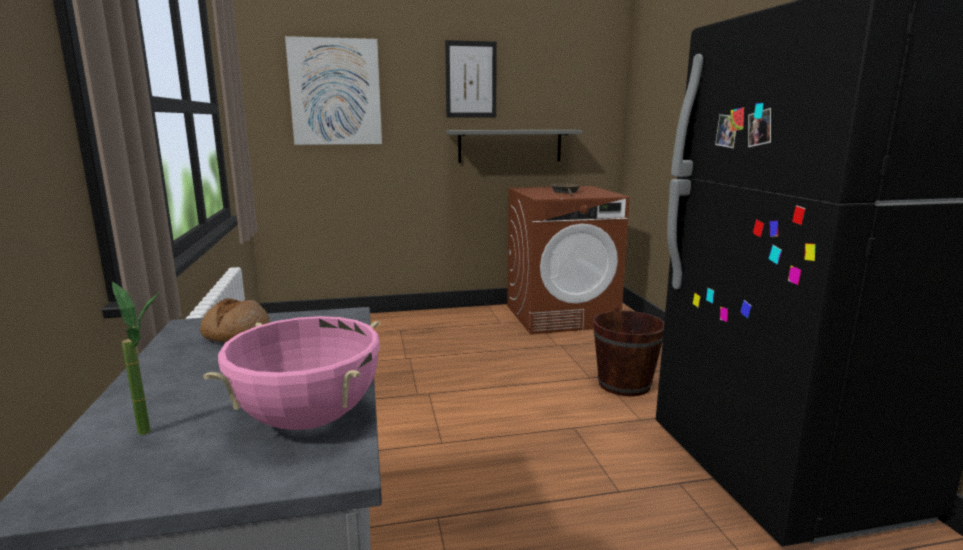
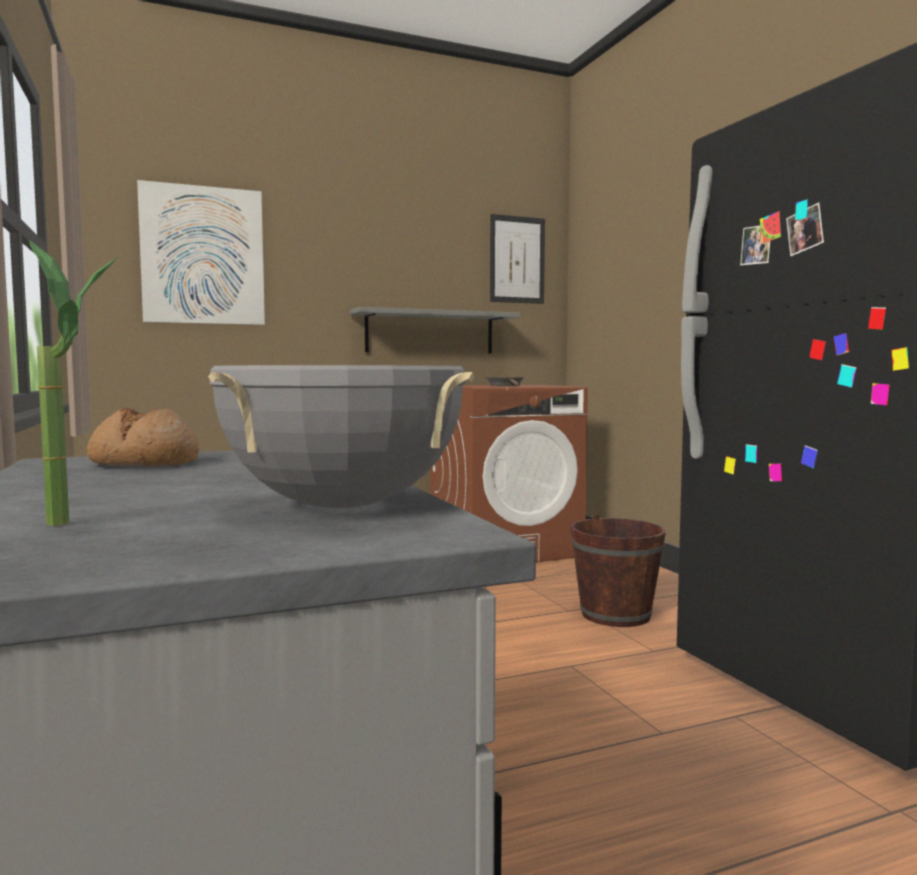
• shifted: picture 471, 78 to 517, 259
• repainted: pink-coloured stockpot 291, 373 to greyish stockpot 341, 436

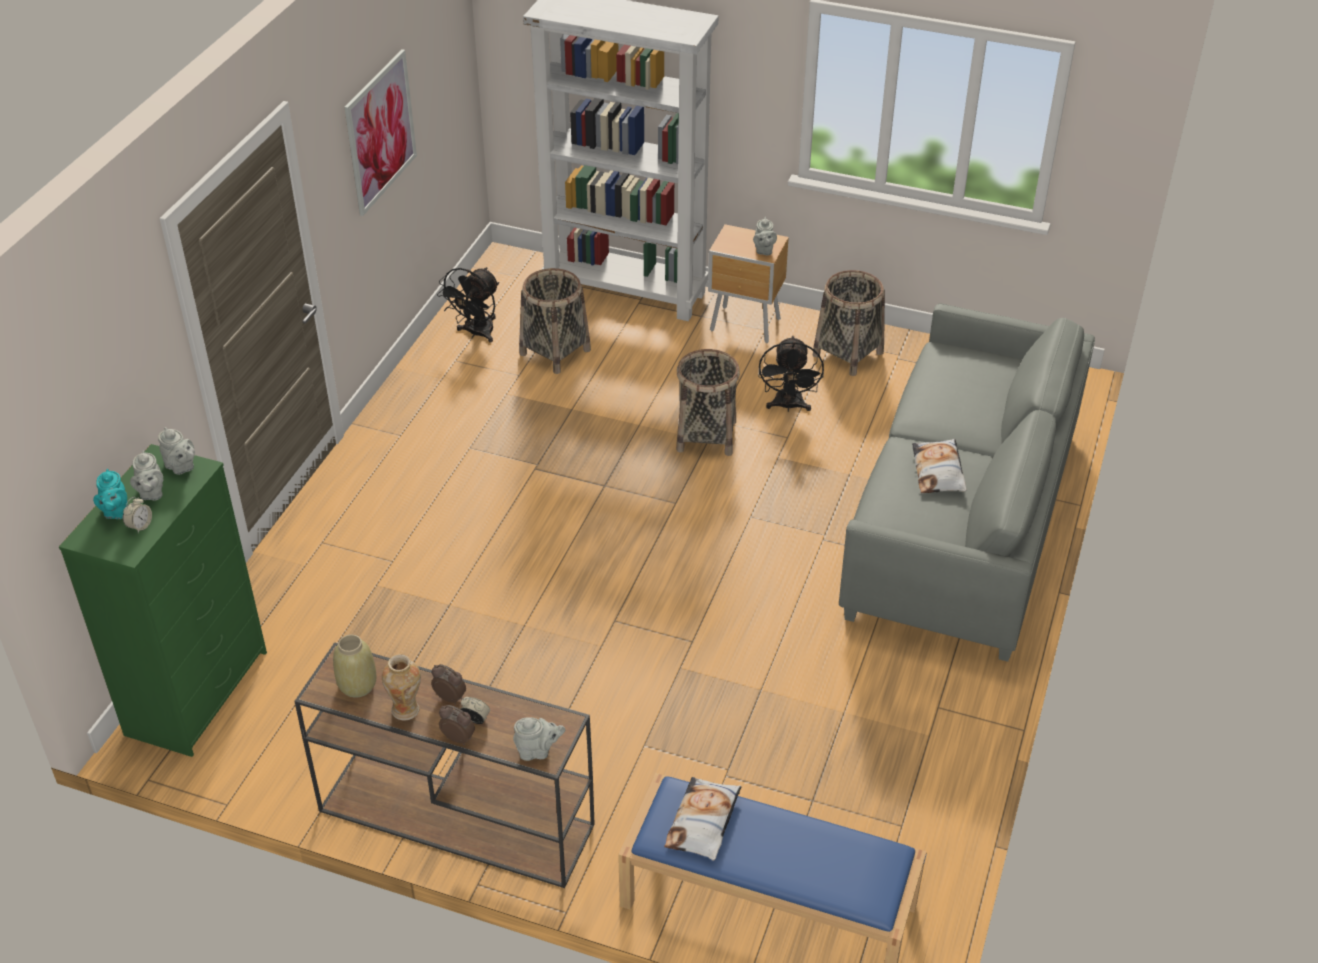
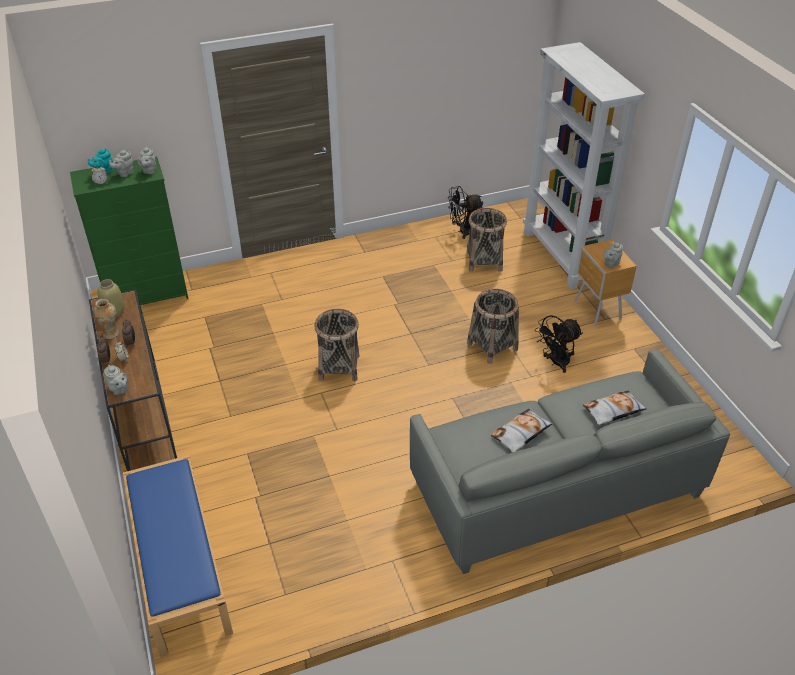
• gone: picture 380, 132
• shifted: household basket 849, 323 to 337, 345
• shifted: throw pillow 702, 819 to 615, 407

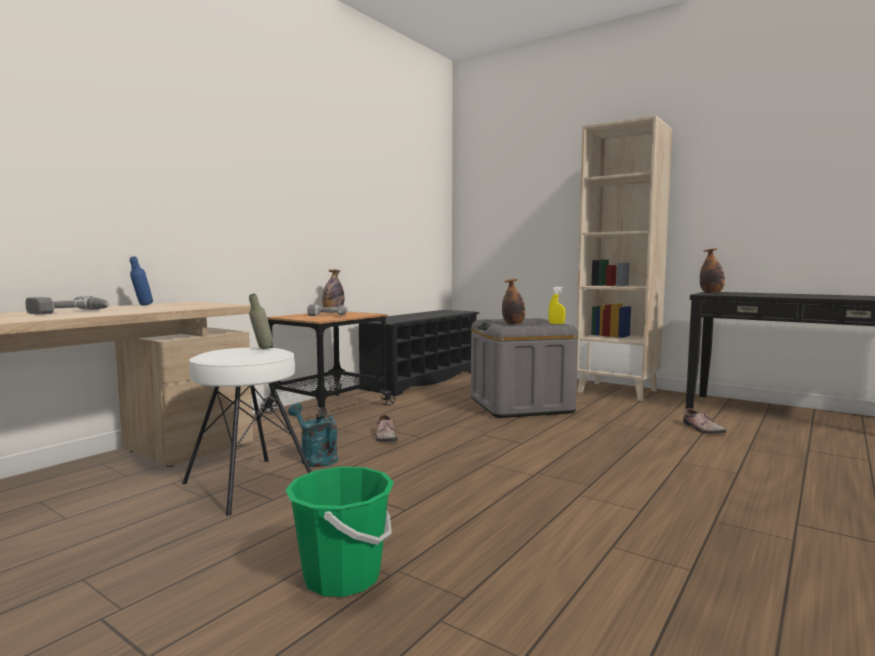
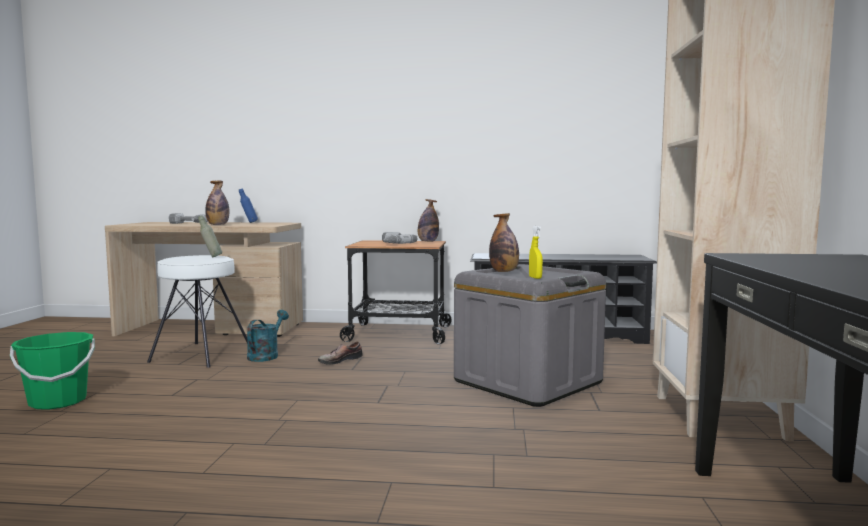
• shifted: drink bottle 712, 271 to 217, 203
• gone: item of footwear 705, 421

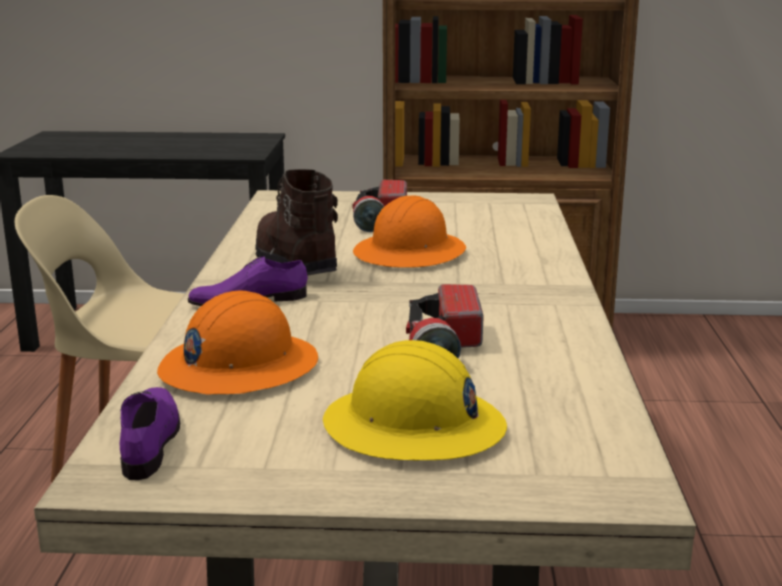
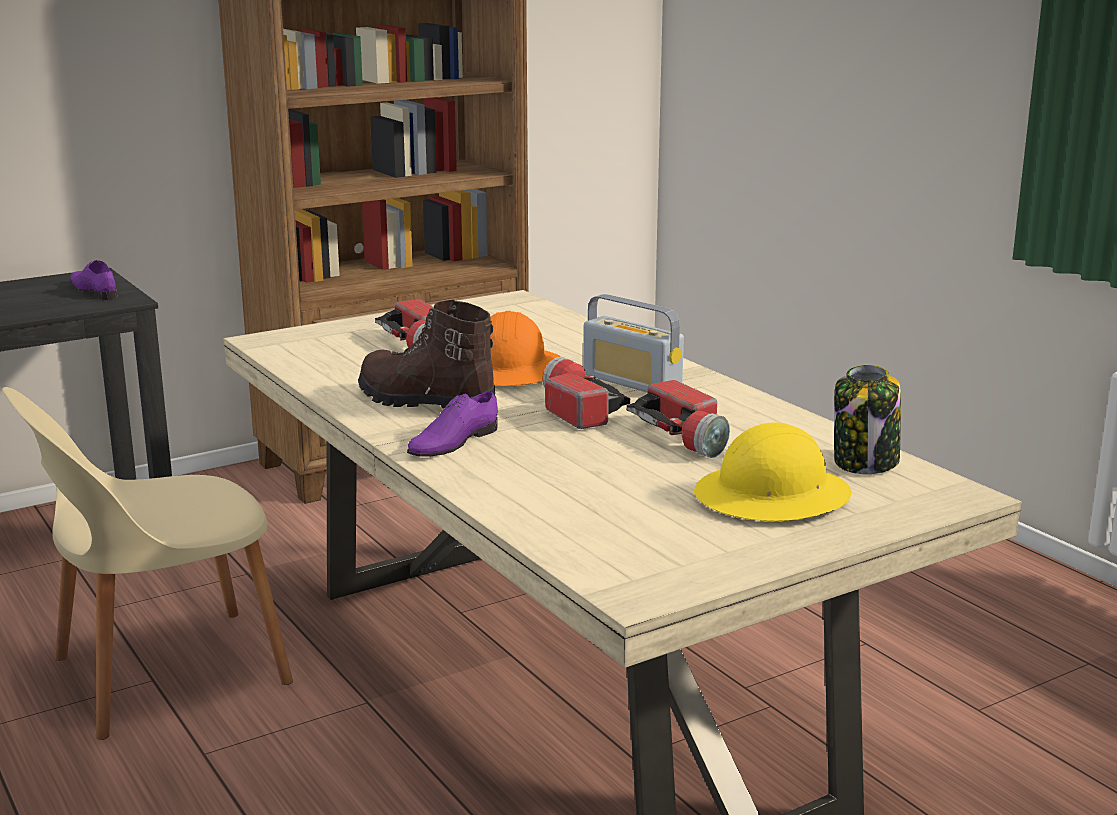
• gone: orange hard hat 237, 342
• shifted: purplish item of footwear 150, 433 to 93, 280
• new: radio receiver 633, 343
• new: flashlight 586, 393
• new: storage jar 867, 419

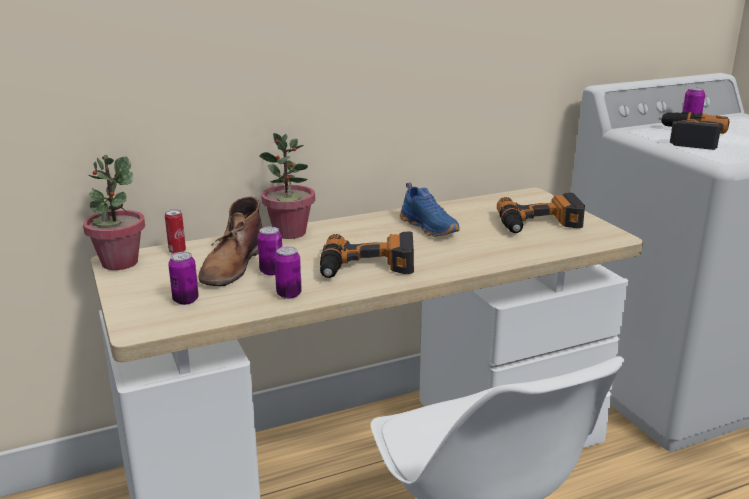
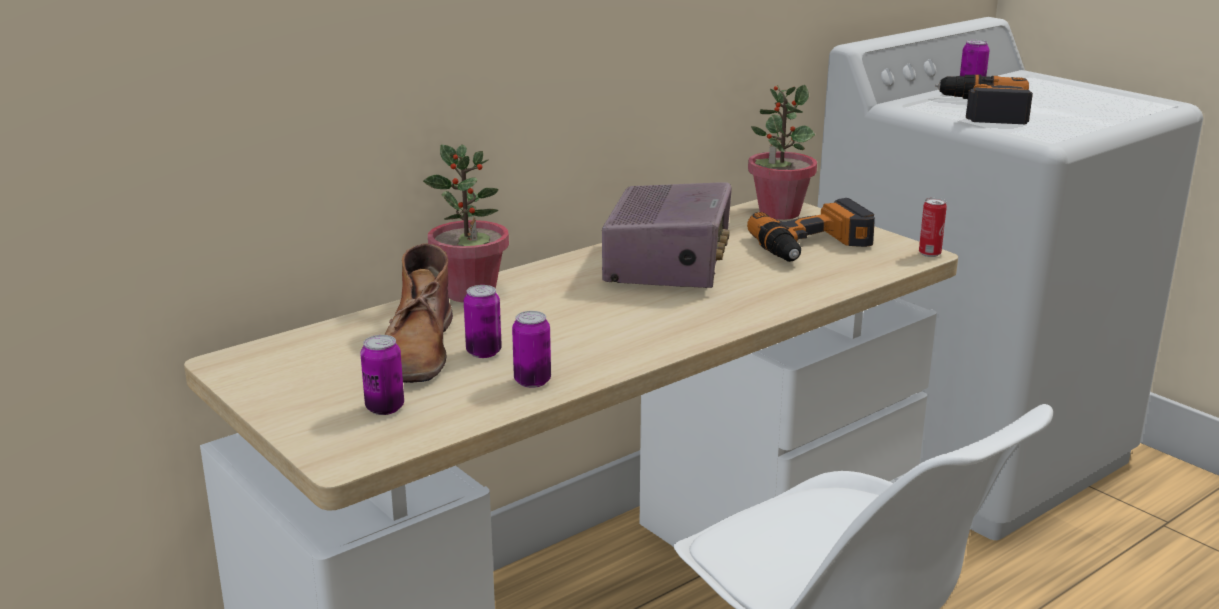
• shifted: potted plant 114, 212 to 782, 152
• swapped: blue-coloured item of footwear 430, 210 to radio receiver 667, 235
• shifted: metal can 175, 231 to 933, 227
• gone: electric drill 367, 255

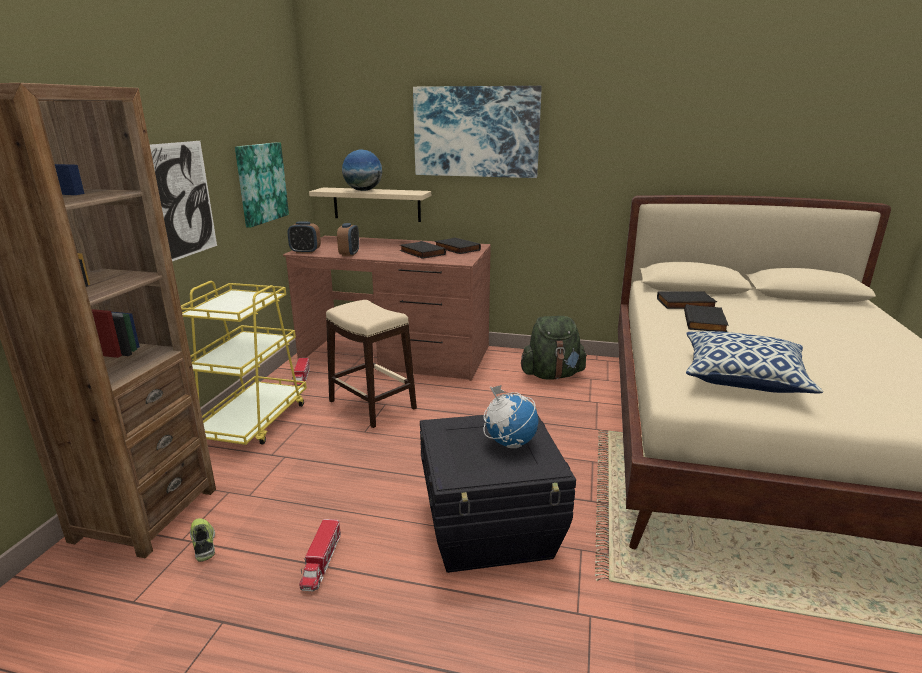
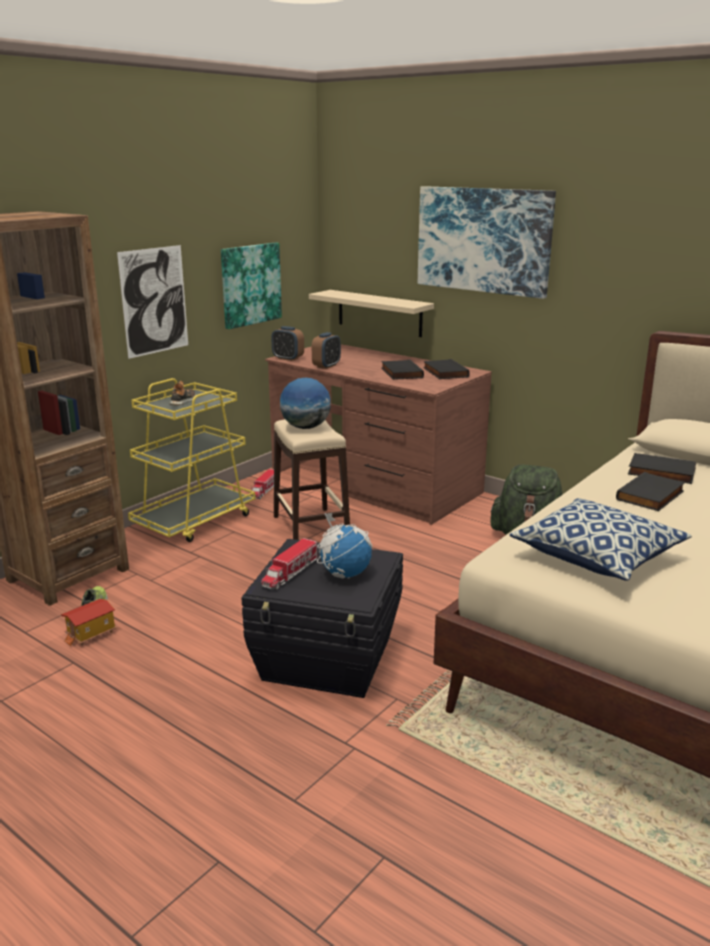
• shifted: world globe 362, 170 to 305, 403
• shifted: model truck 320, 555 to 289, 564
• new: item of footwear 183, 393
• new: toy house 89, 622

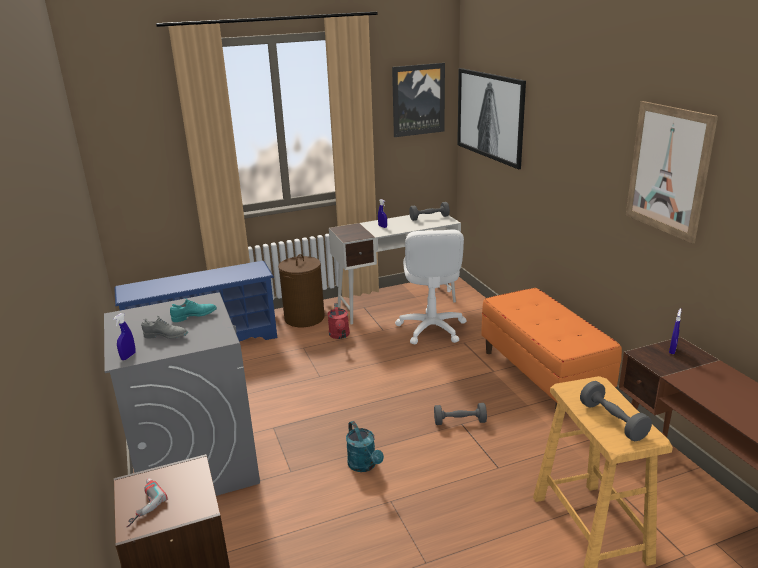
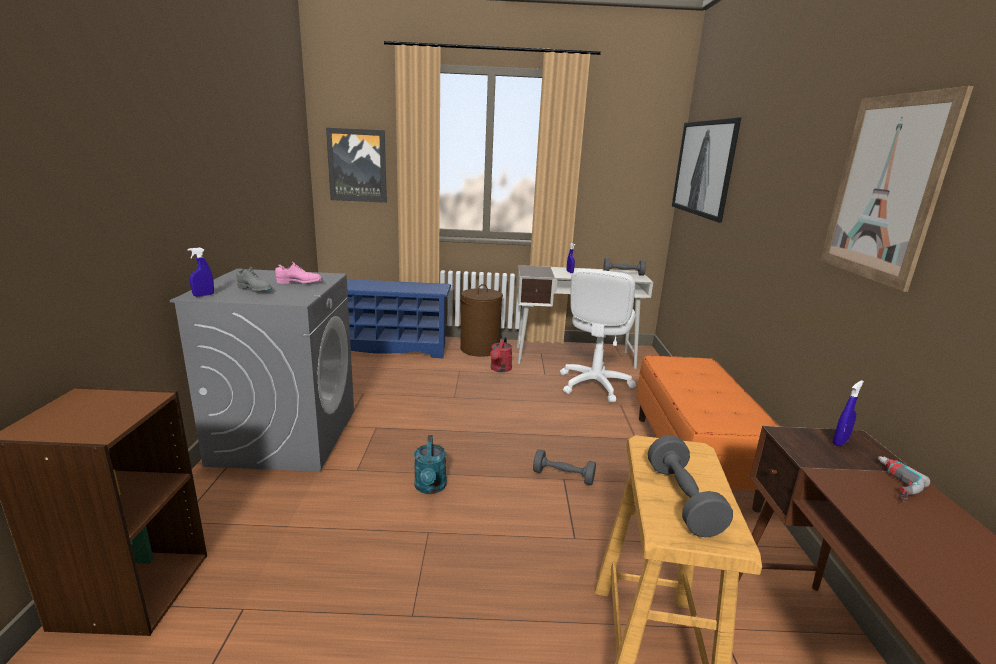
• shifted: picture 418, 100 to 356, 165
• repainted: turquoise-coloured item of footwear 193, 310 to pink-coloured item of footwear 299, 273
• shifted: electric drill 147, 502 to 904, 479

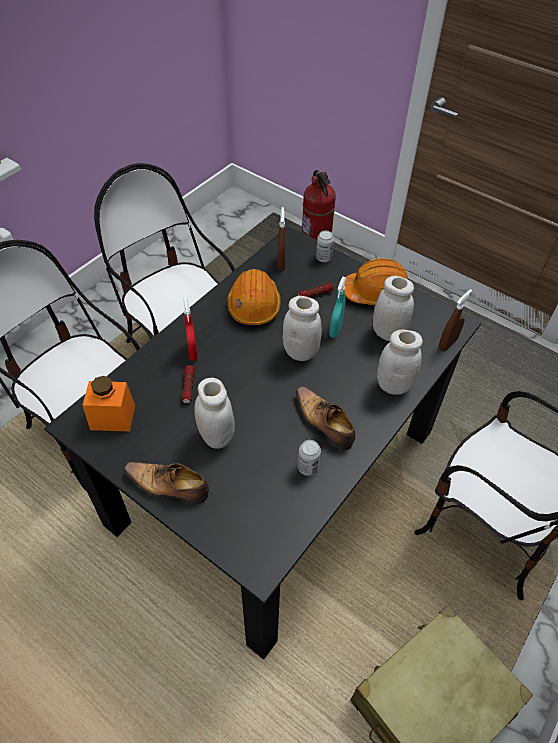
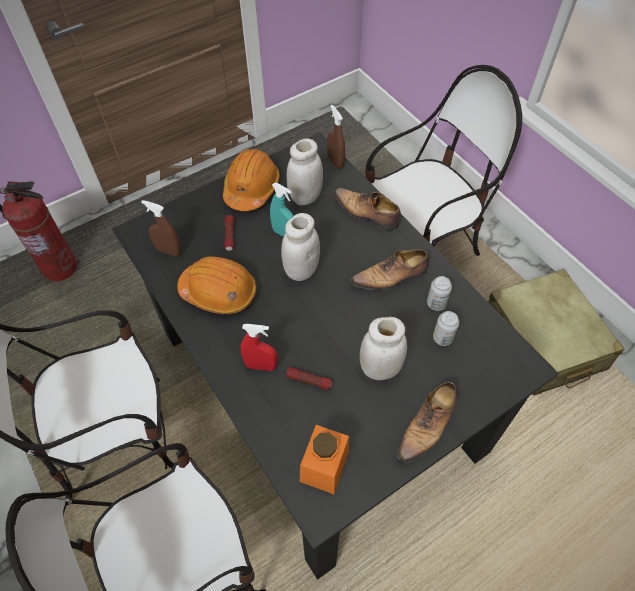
• shifted: metal can 325, 246 to 446, 328
• swapped: whitish storage jar 400, 362 to item of footwear 367, 209

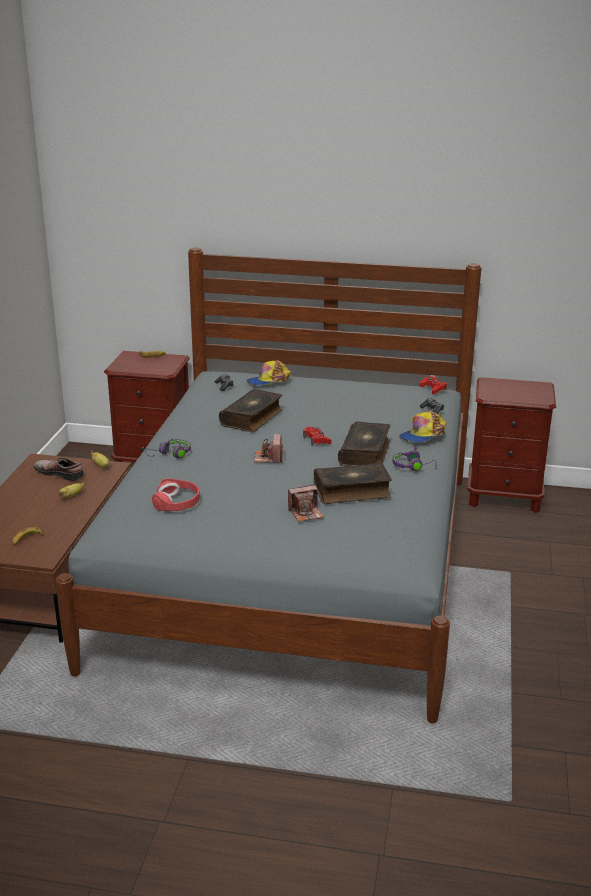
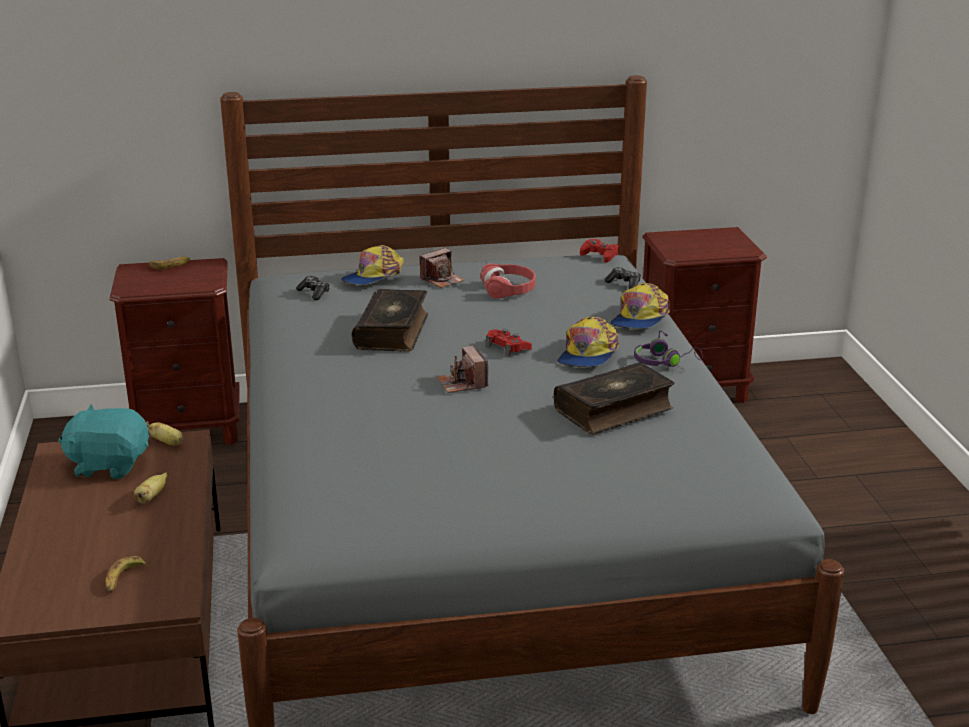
• swapped: book 364, 443 to cap 588, 342
• gone: purplish headset 168, 448
• swapped: item of footwear 59, 469 to turquoise-coloured soft toy 103, 442
• shifted: red-coloured headset 176, 494 to 508, 281
• shifted: still camera 305, 503 to 442, 268

